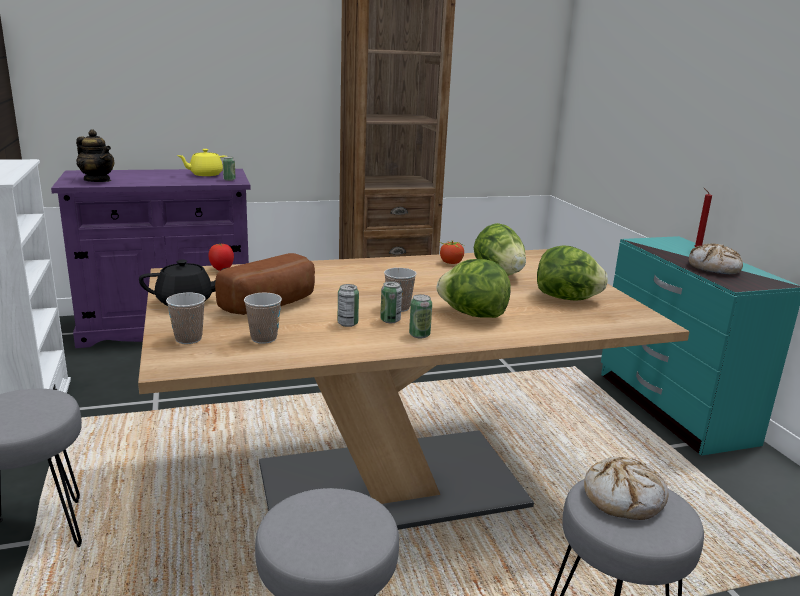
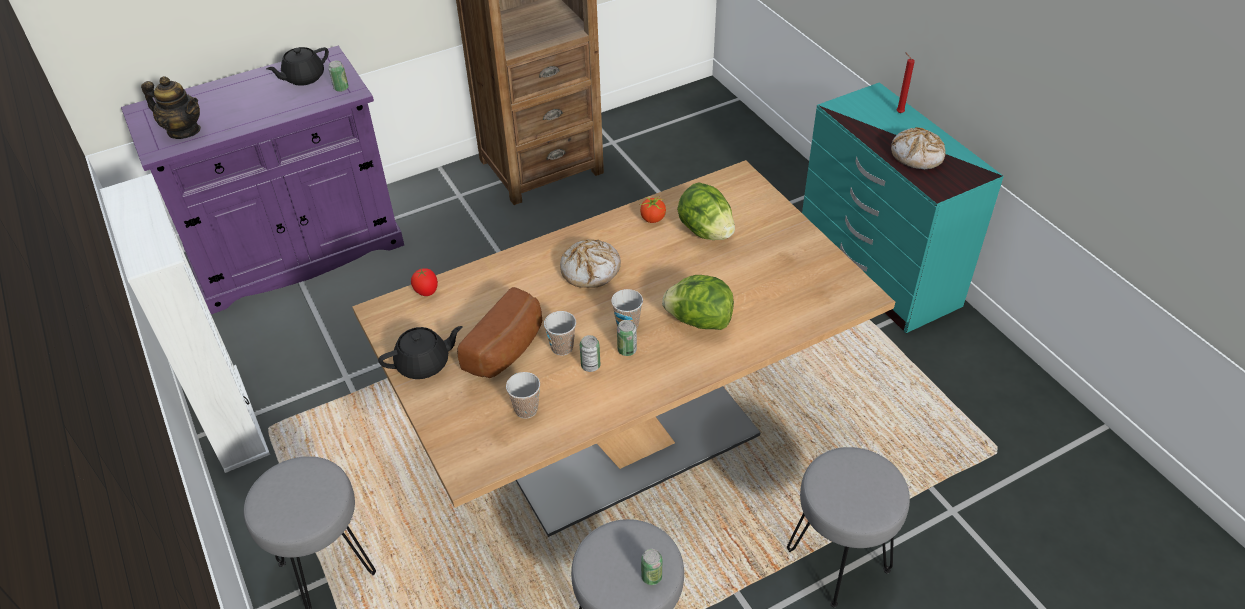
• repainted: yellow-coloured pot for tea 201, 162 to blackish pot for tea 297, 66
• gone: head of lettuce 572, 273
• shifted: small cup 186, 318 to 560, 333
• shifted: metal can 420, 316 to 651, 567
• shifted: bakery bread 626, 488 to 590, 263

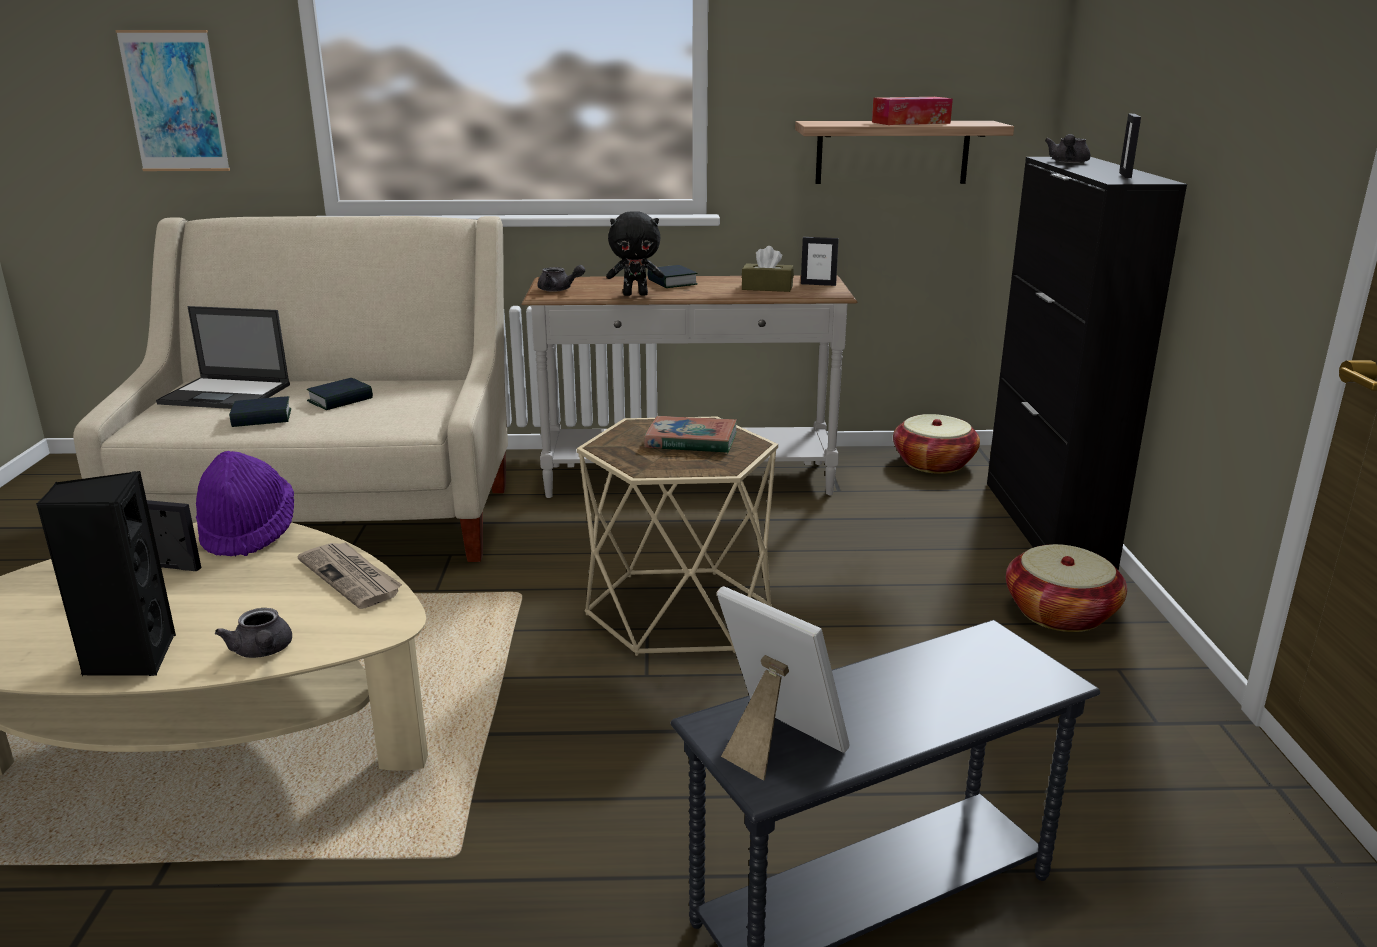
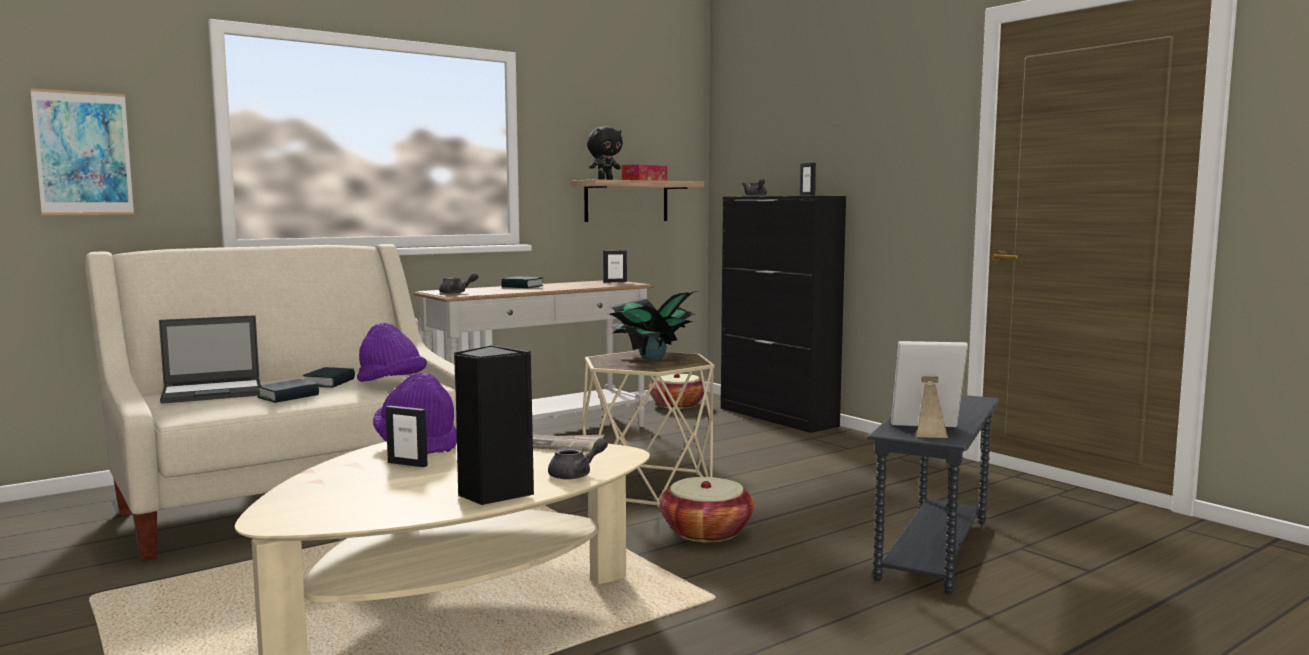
• shifted: blackish soft toy 635, 253 to 605, 153
• gone: brown-coloured tissue box 768, 269
• swapped: book 690, 434 to potted plant 653, 325
• rotated: photo frame 174, 535 = 407, 436 135 degrees counterclockwise
• shifted: household basket 1066, 588 to 706, 510
• rotated: greyish pot for tea 253, 633 = 578, 459 60 degrees counterclockwise
• new: purplish clothing hat 392, 352

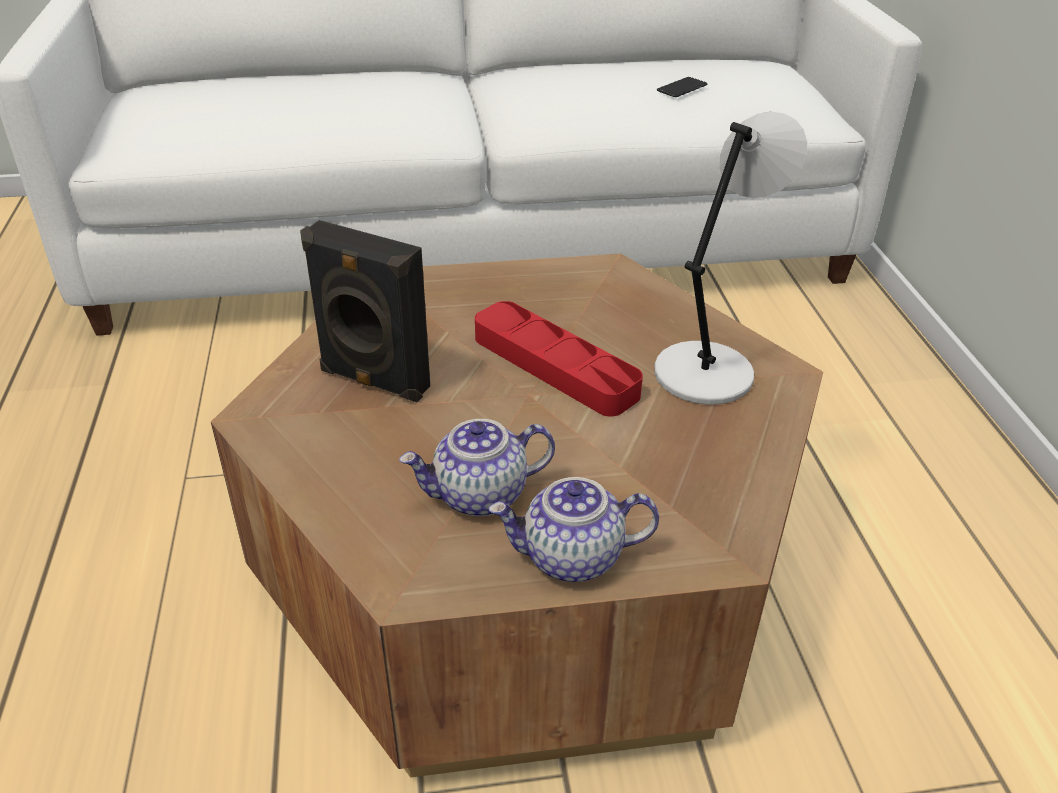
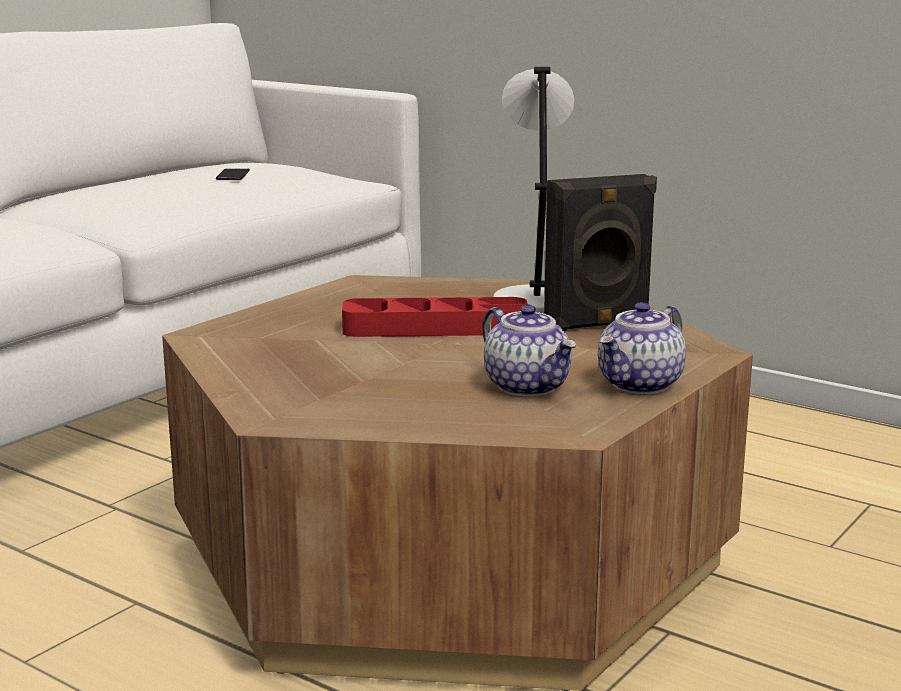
• shifted: blackish audio speaker 365, 311 to 600, 252
• rotated: pot for tea 477, 468 = 529, 351 60 degrees counterclockwise

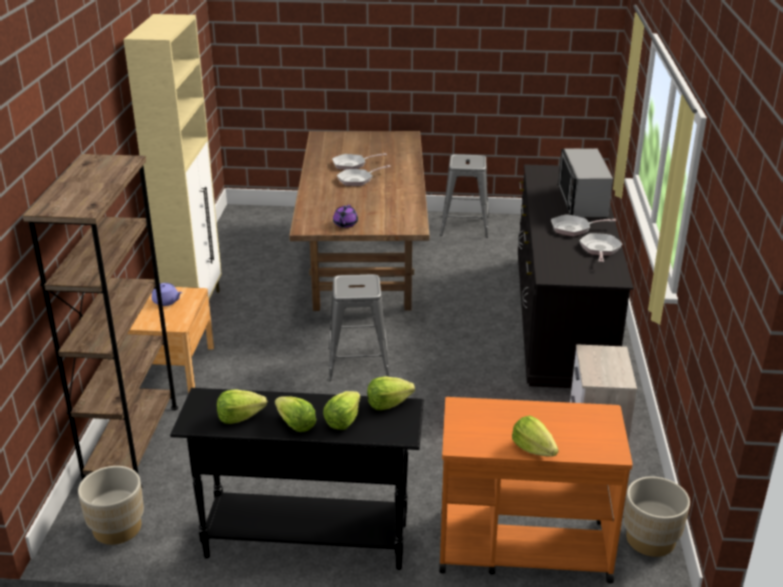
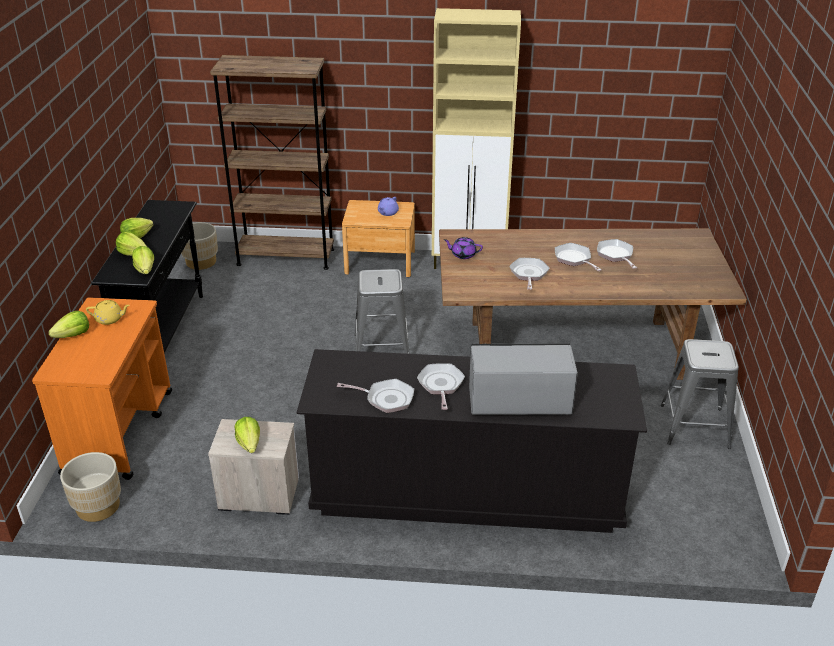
• shifted: head of lettuce 242, 406 to 247, 435
• new: frying pan 529, 274
• new: yellow-coloured pot for tea 108, 312

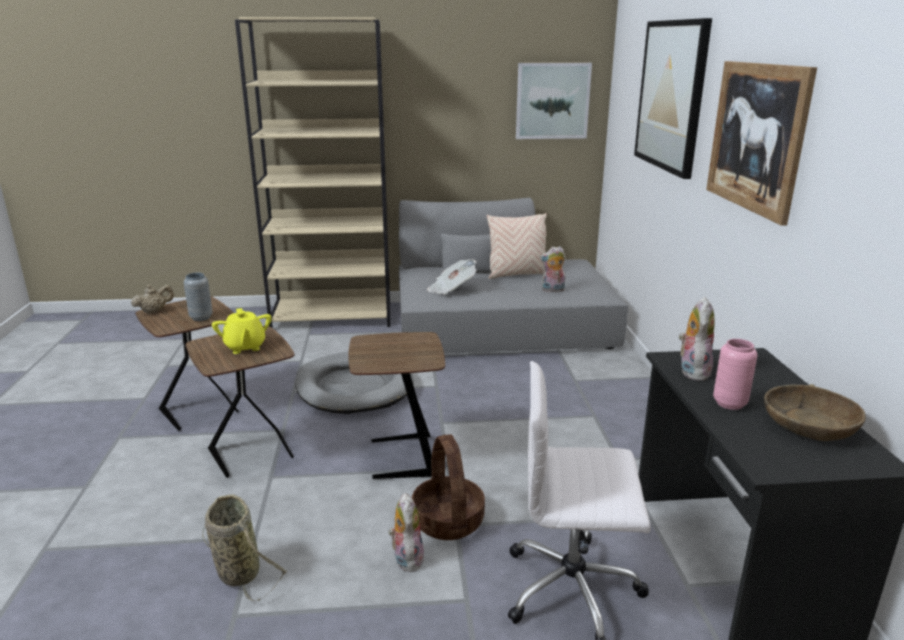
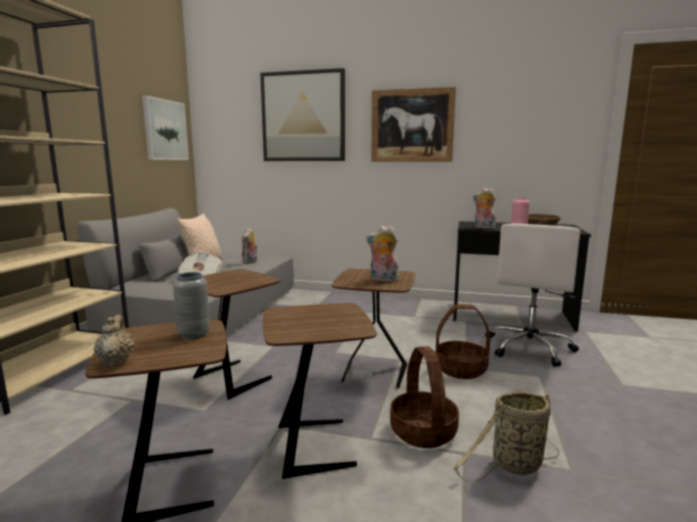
• gone: yellow-coloured pot for tea 242, 331
• swapped: greyish dog bed 354, 383 to brown-coloured side table 237, 334
• shifted: soft toy 406, 532 to 382, 254
• new: household basket 424, 397

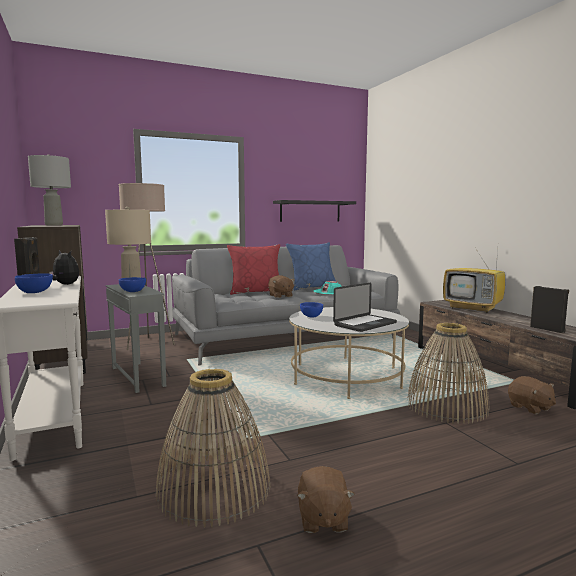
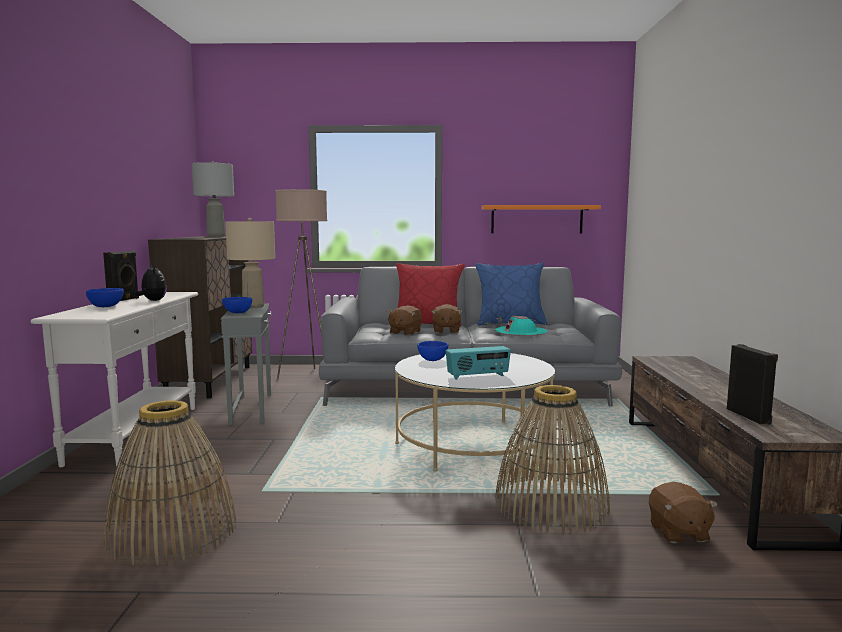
• repainted: blackish shelf 314, 211 to orange shelf 541, 219
• gone: TV 474, 281
• swapped: notebook computer 365, 307 to radio receiver 478, 363
• shifted: brown-coloured soft toy 326, 499 to 404, 320

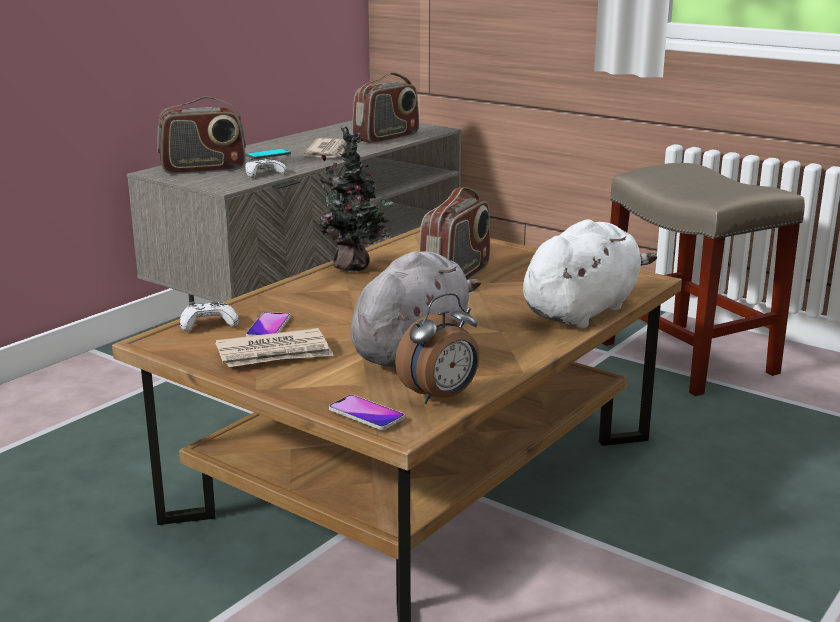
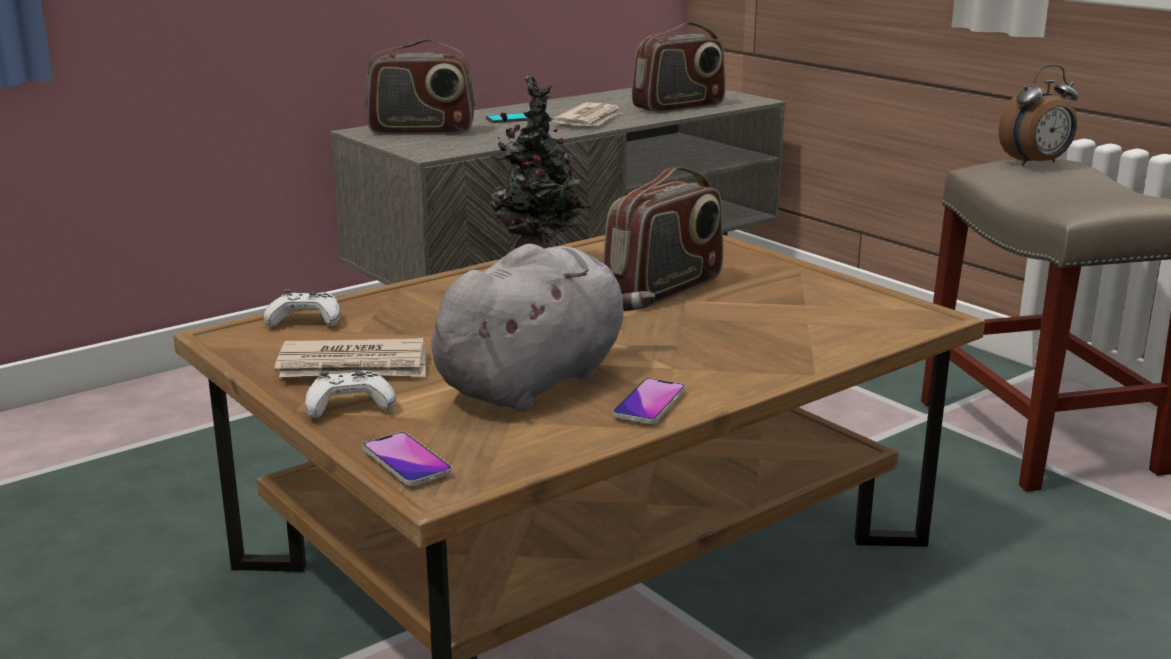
• shifted: whitish game controller 266, 167 to 350, 394
• gone: whitish soft toy 590, 274
• shifted: table clock 437, 348 to 1038, 115
• shifted: handset 268, 324 to 649, 401

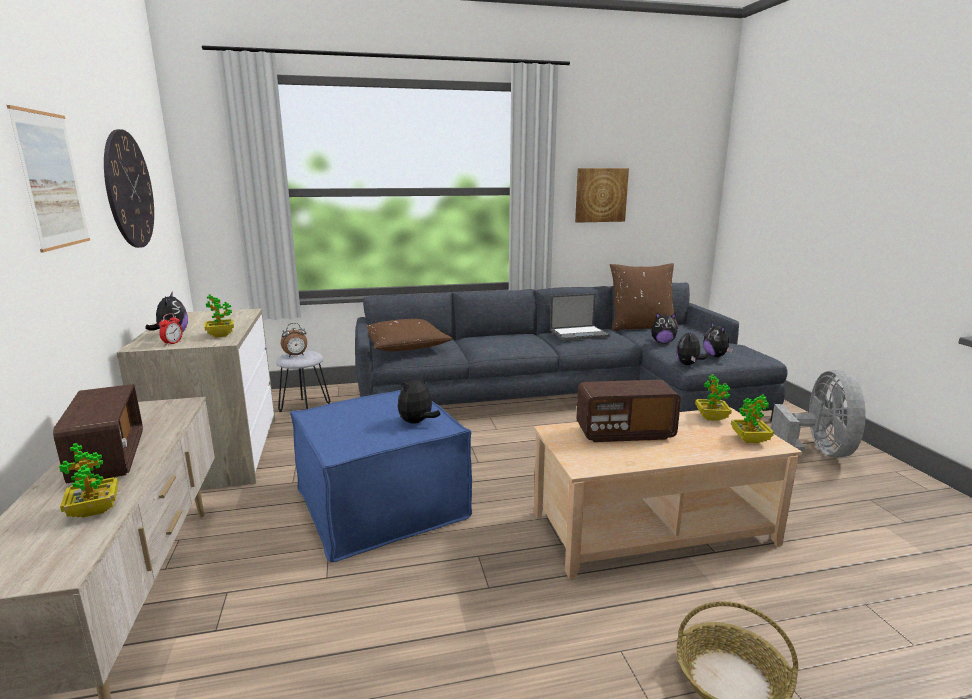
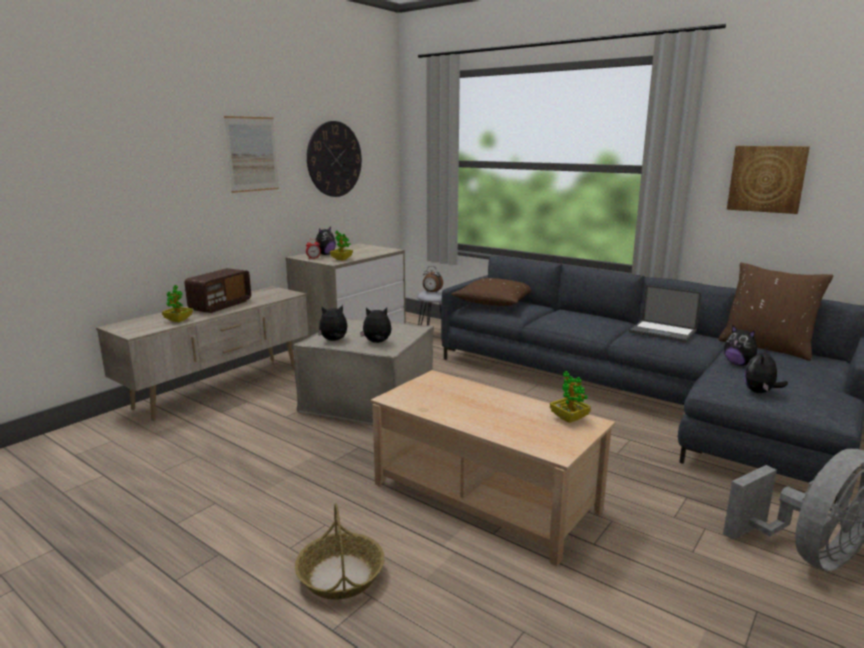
• shifted: soft toy 692, 346 to 333, 323
• gone: radio receiver 628, 411
• repainted: blue-coloured pouffe 381, 476 to beige pouffe 363, 371
• gone: potted plant 752, 418

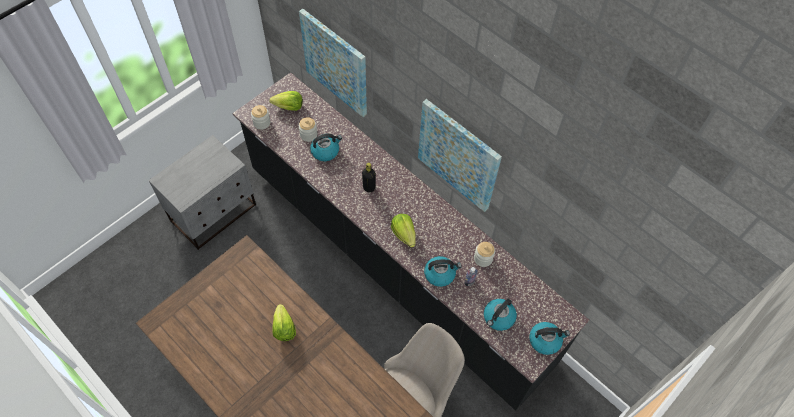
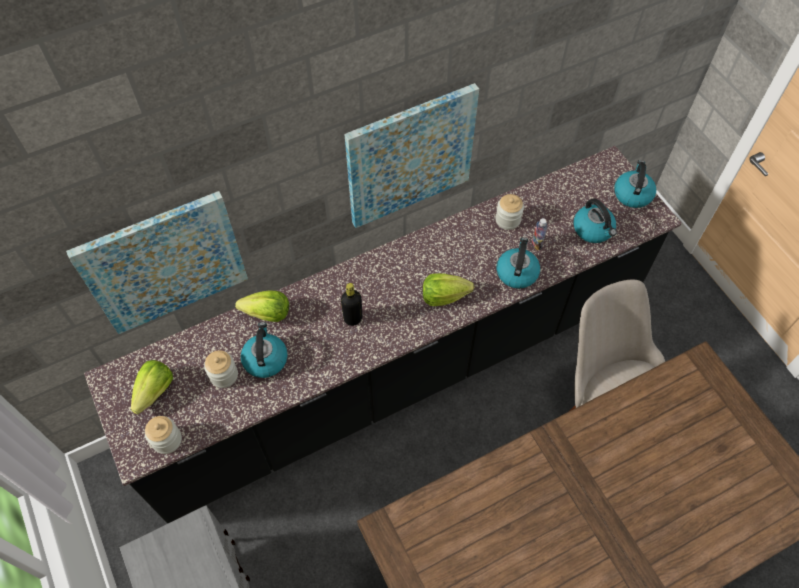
• shifted: head of lettuce 284, 322 to 262, 306

